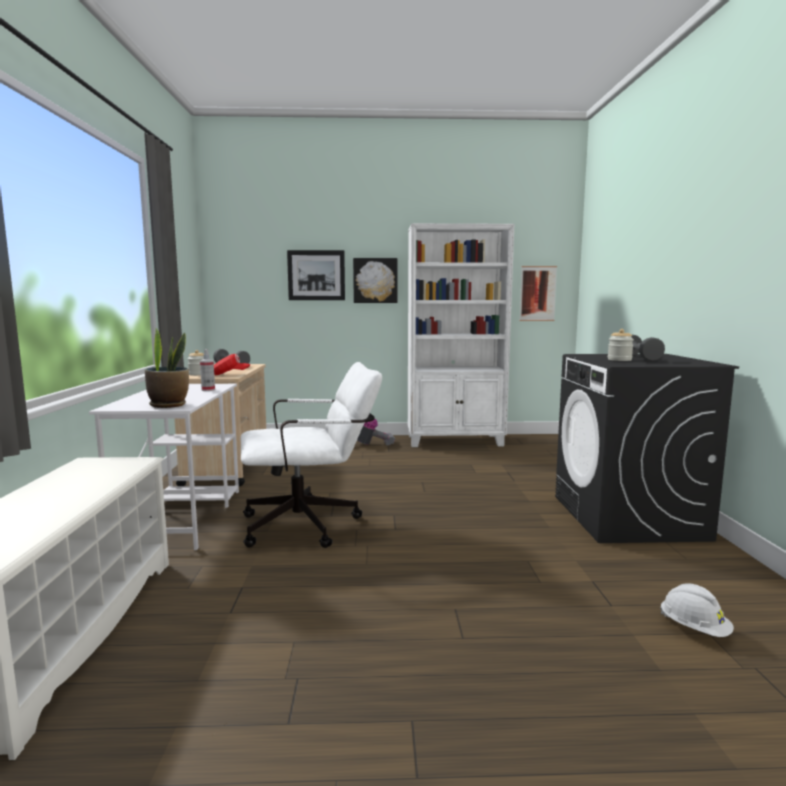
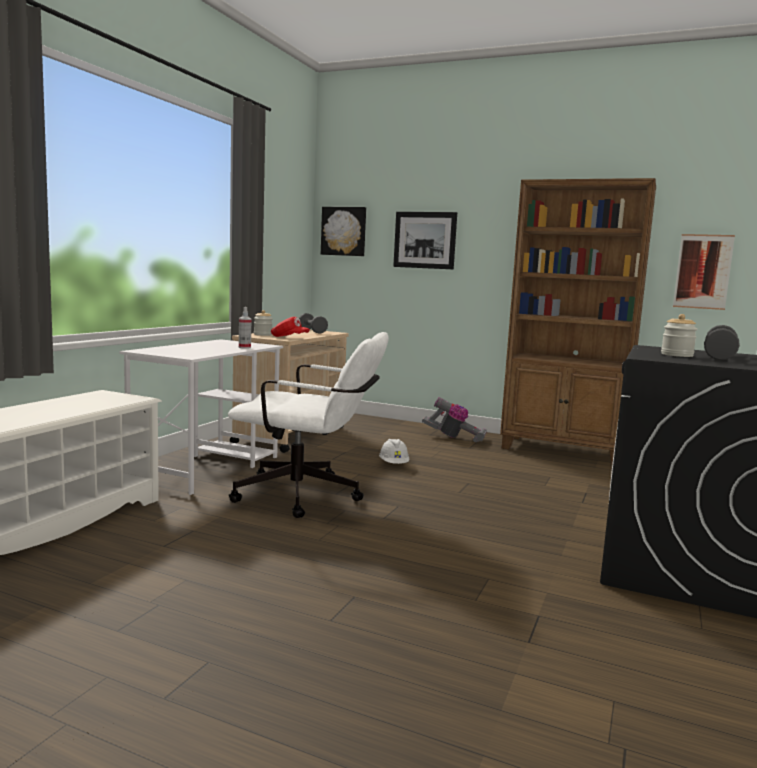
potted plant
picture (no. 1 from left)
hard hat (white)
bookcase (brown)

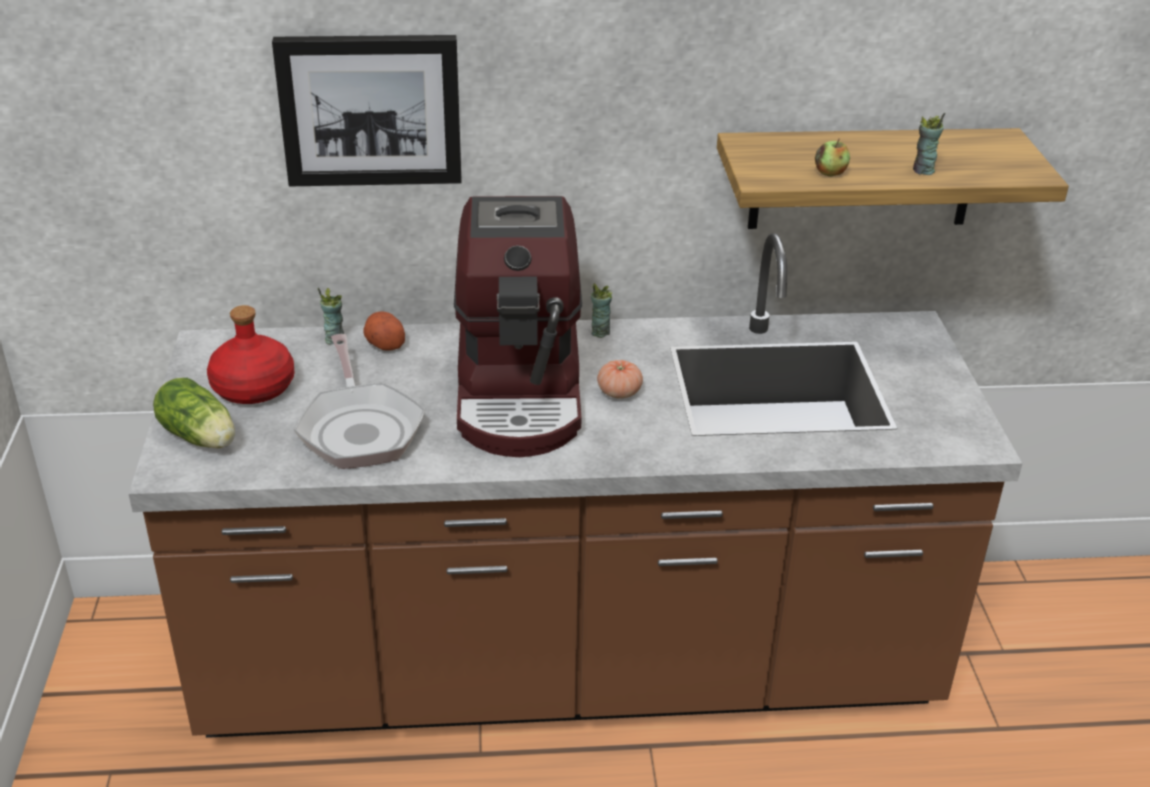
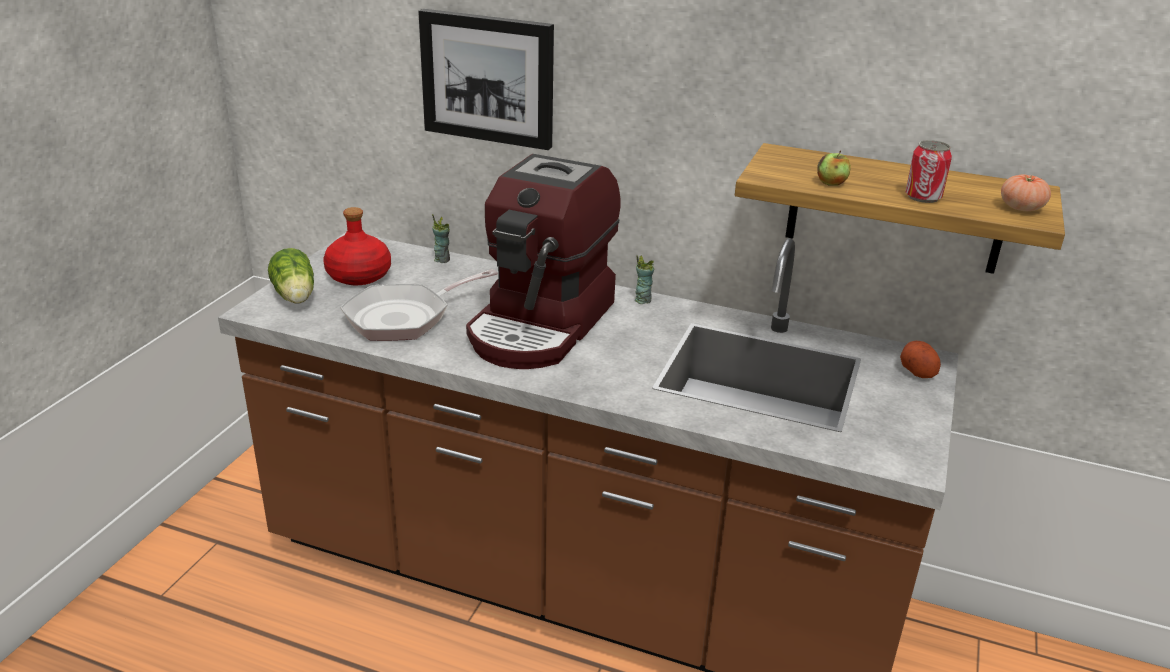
potato
tomato
can
frying pan

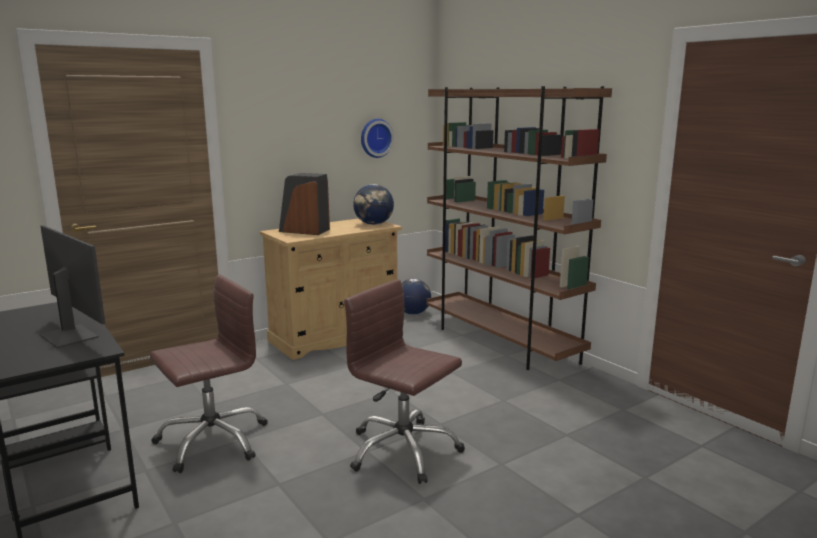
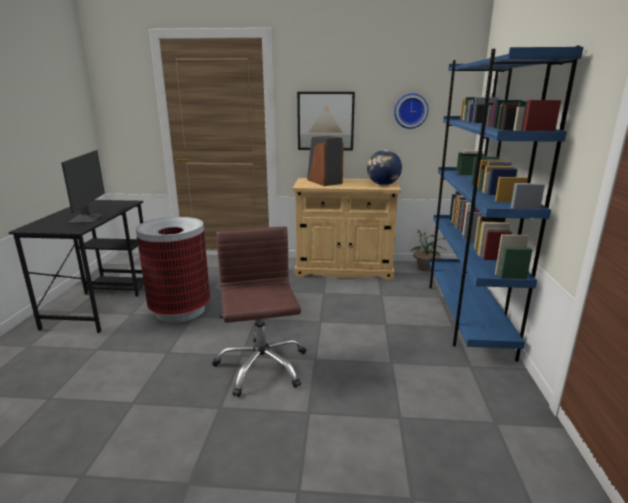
picture
trash can
potted plant
bookcase (blue)

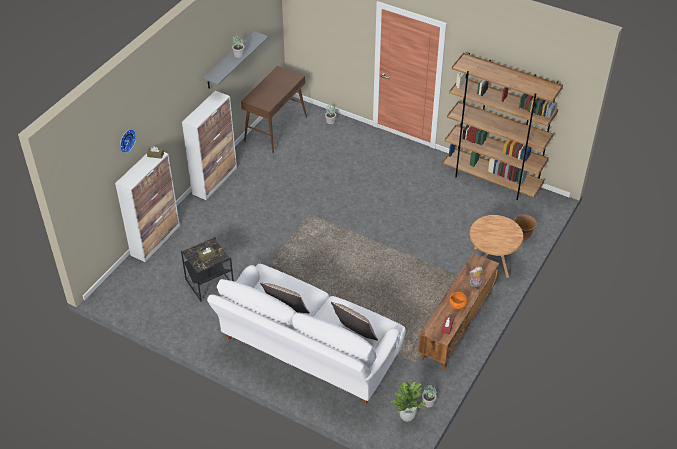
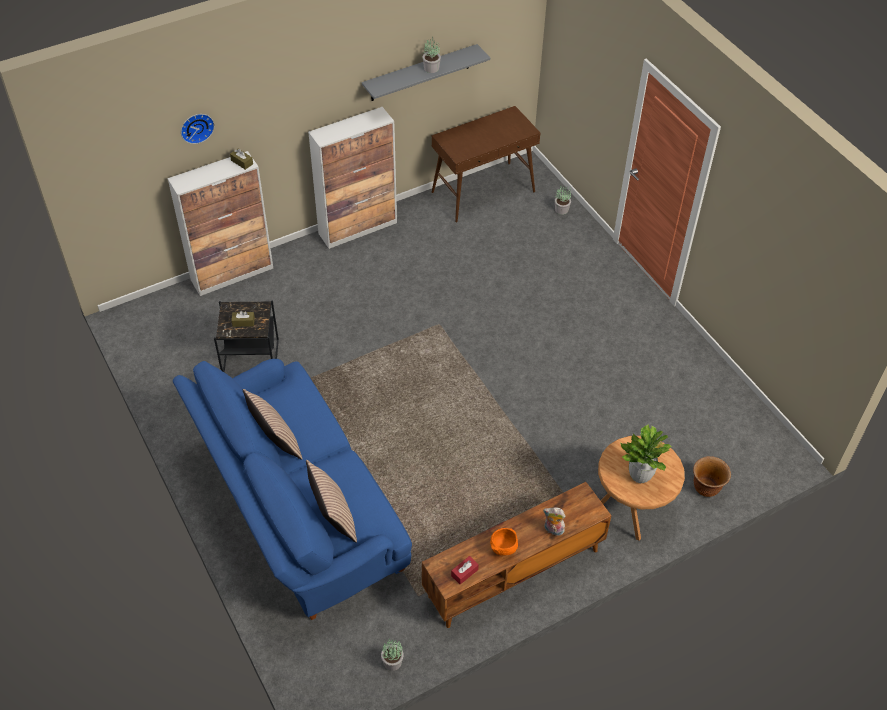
bookcase (brown)
potted plant (no. 4 from left)
sofa (blue)

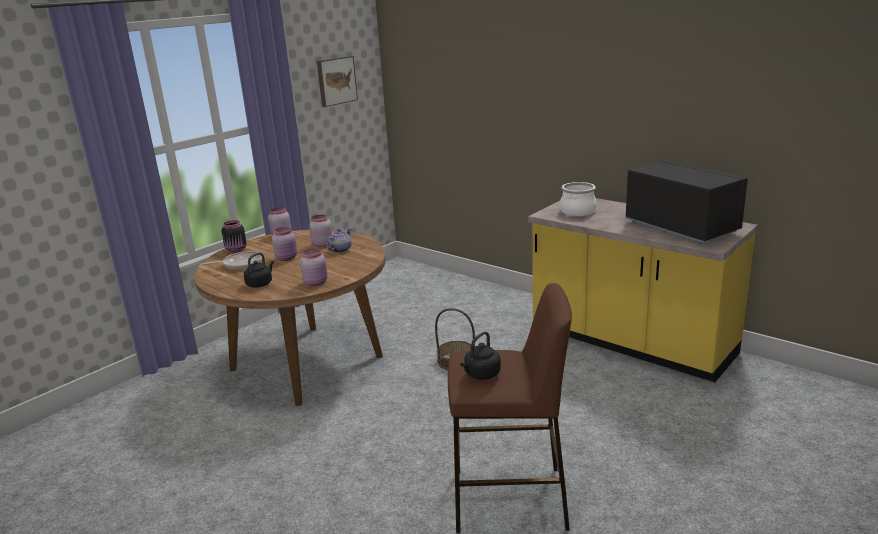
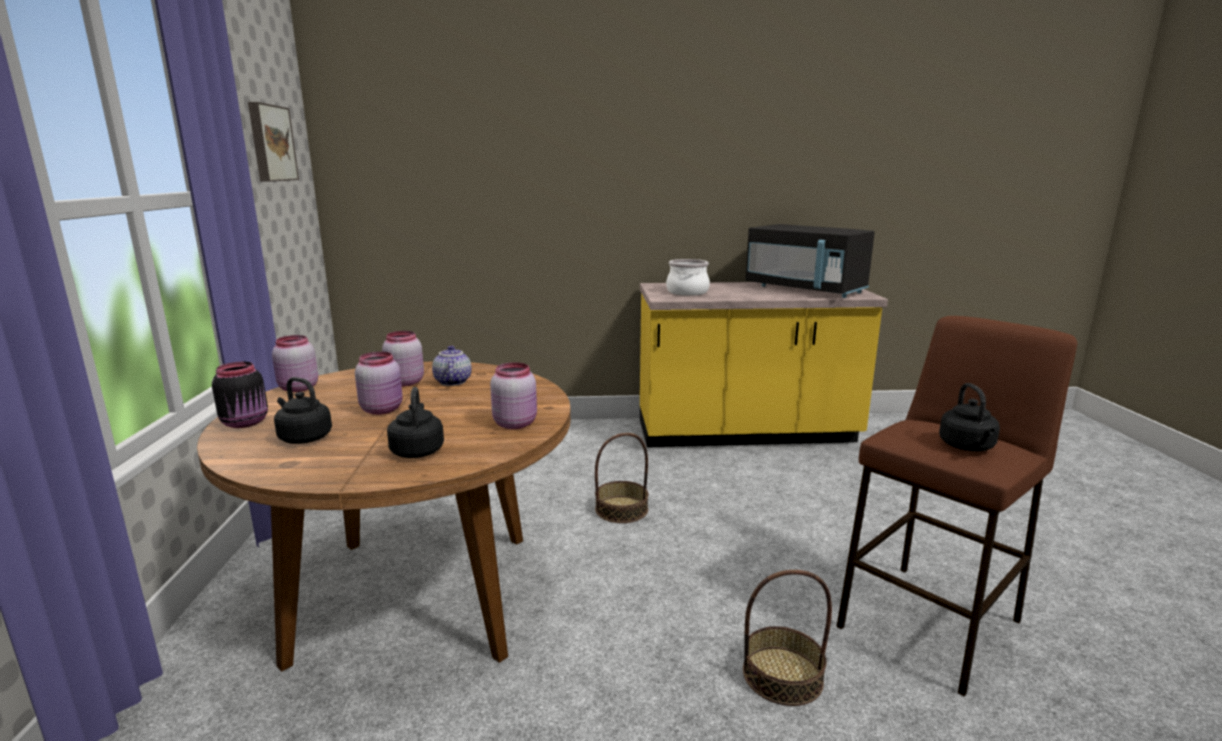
basket (no. 2 from left)
kettle (black) (no. 1 from left)
microwave (black)

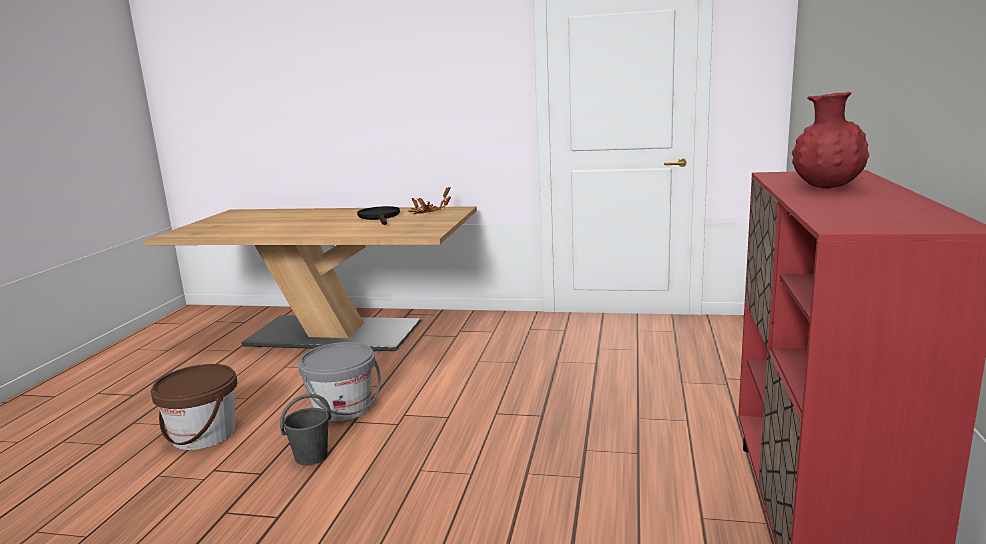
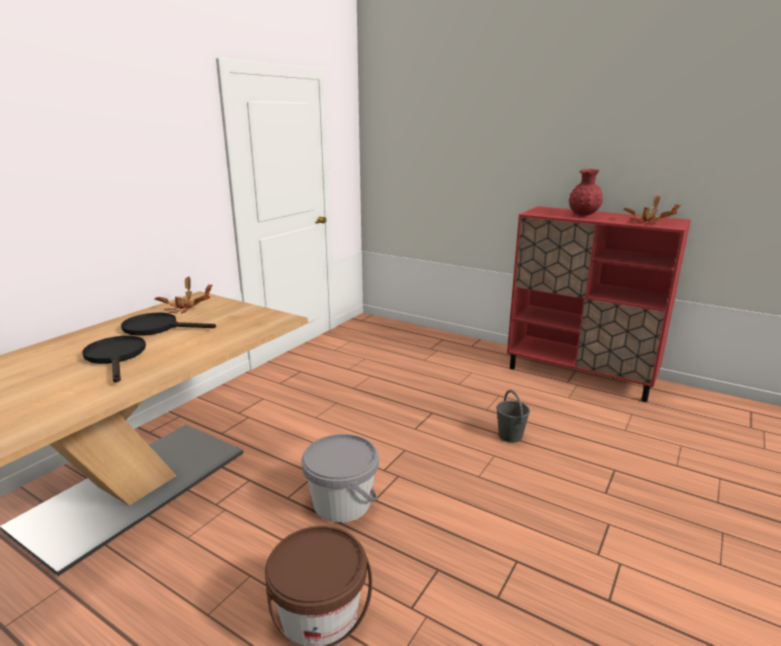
frying pan (black) (no. 1 from left)
potted plant (no. 2 from left)
bucket (grey) (no. 2 from left)

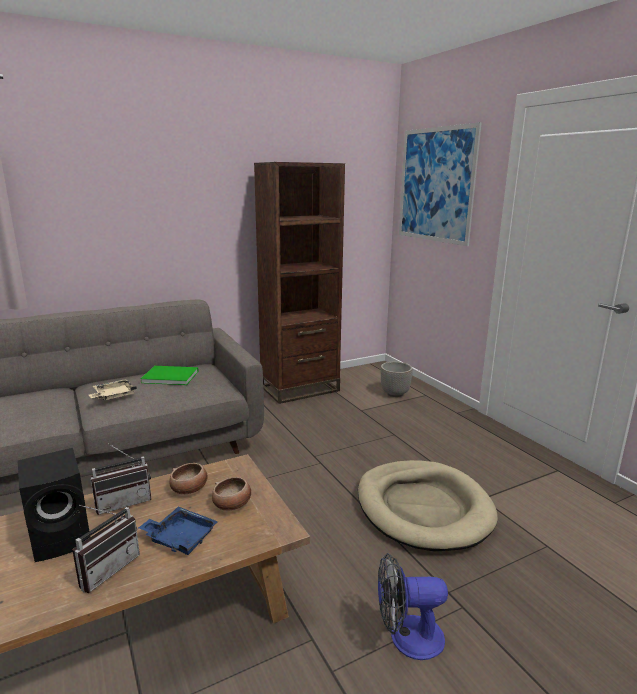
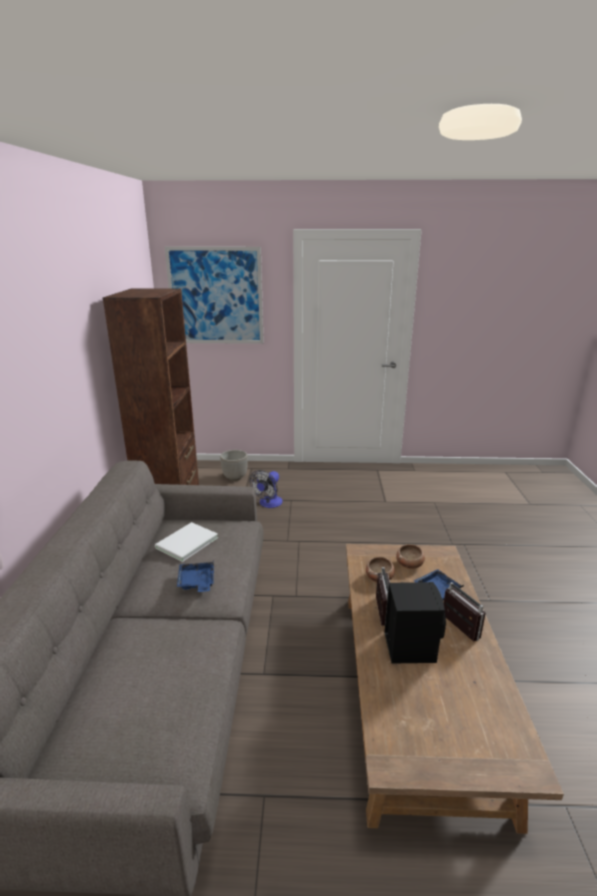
dog bed (beige)
fan
tray (blue) (no. 1 from left)
book (white)

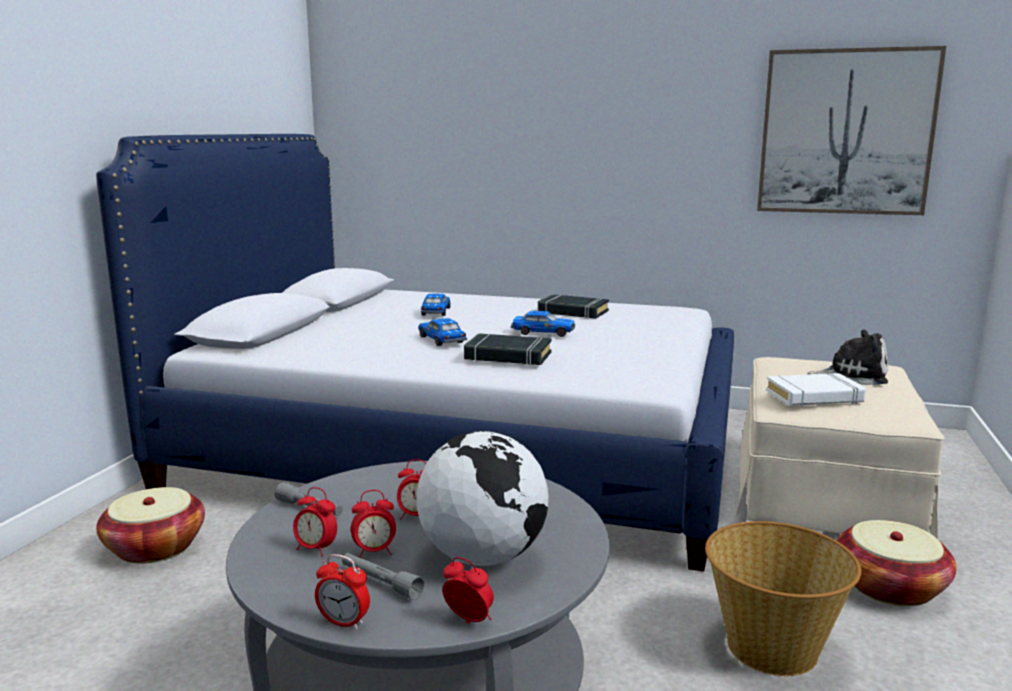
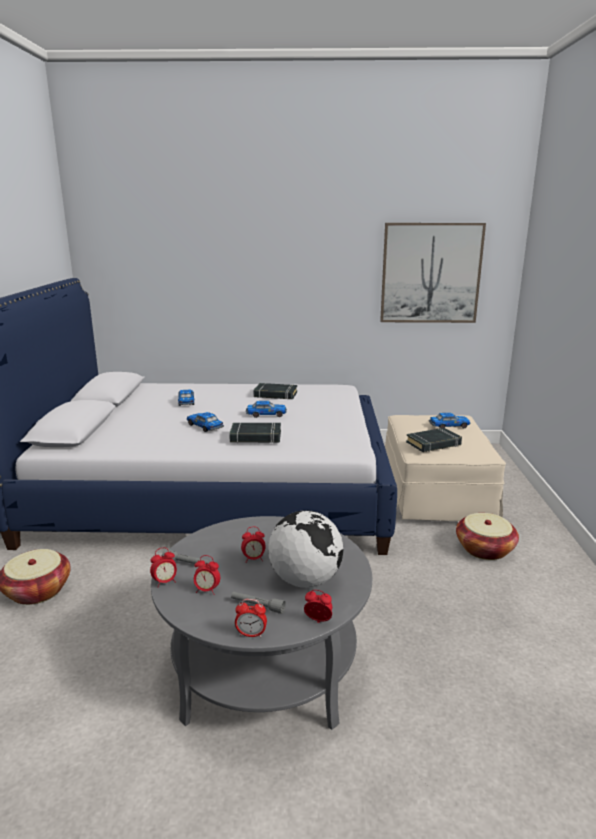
basket (no. 2 from left in the first image)
alarm clock (no. 1 from left)
toy car (no. 4 from left)
book (black) (no. 3 from left)

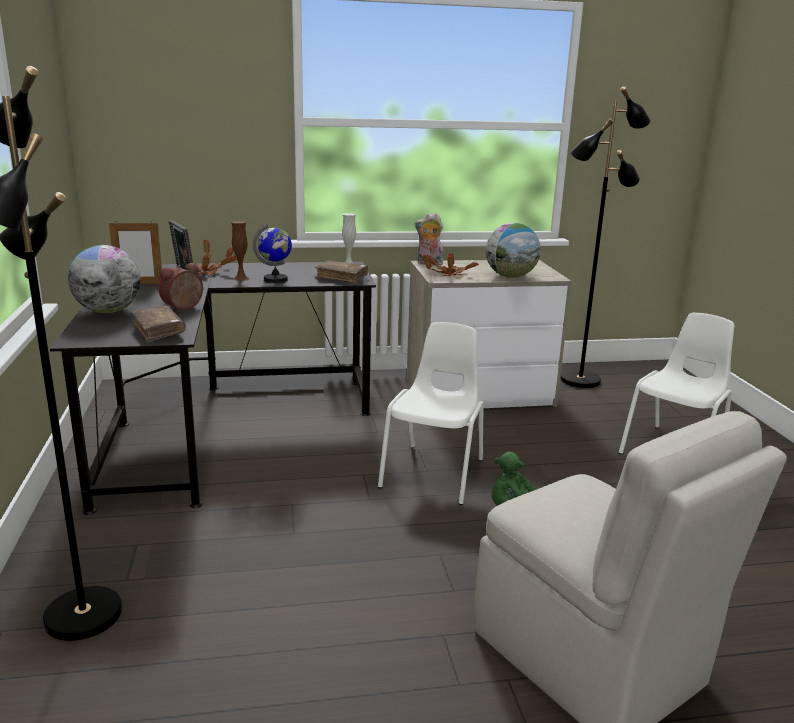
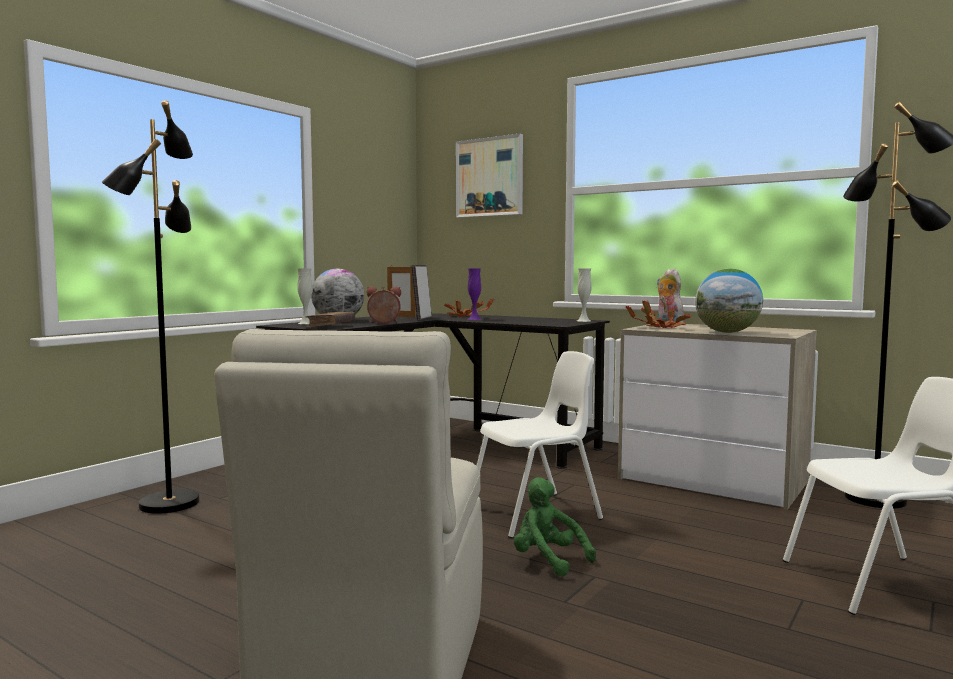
globe (no. 2 from left in the first image)
book (brown) (no. 2 from left in the first image)
vase (white) (no. 1 from left)
picture
vase (purple)

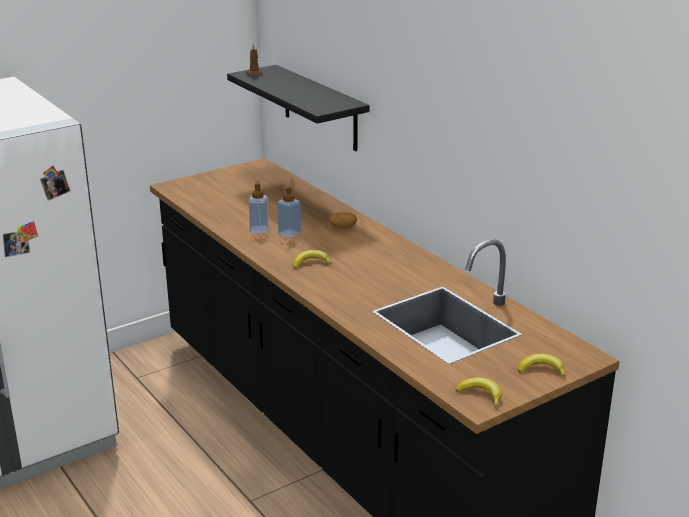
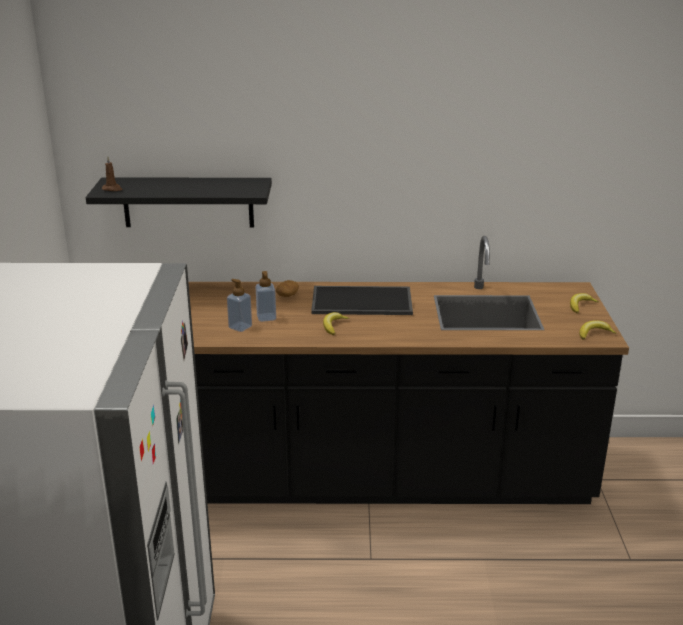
tray

